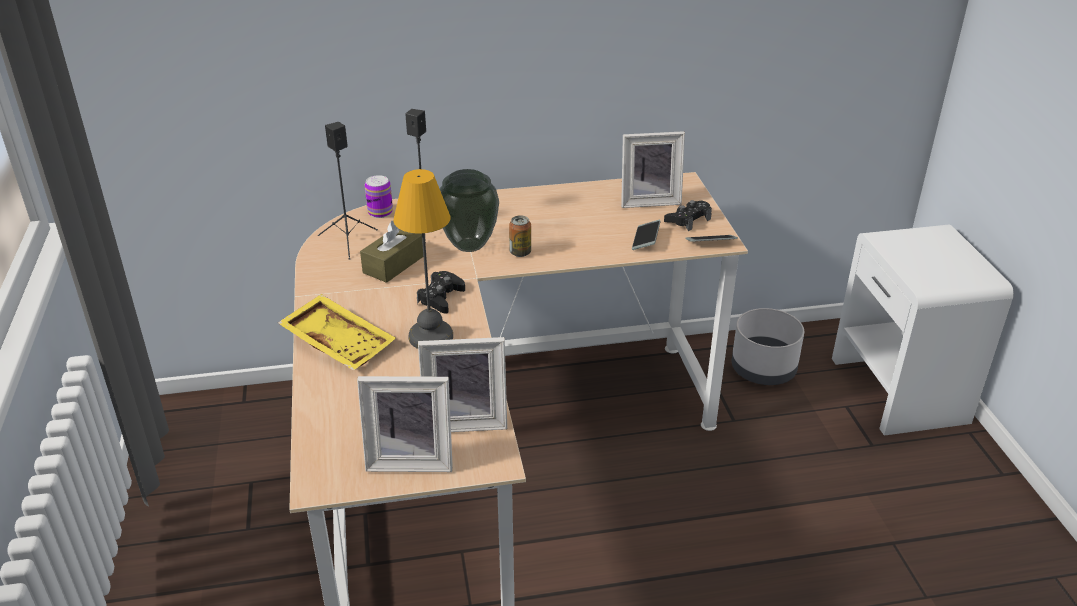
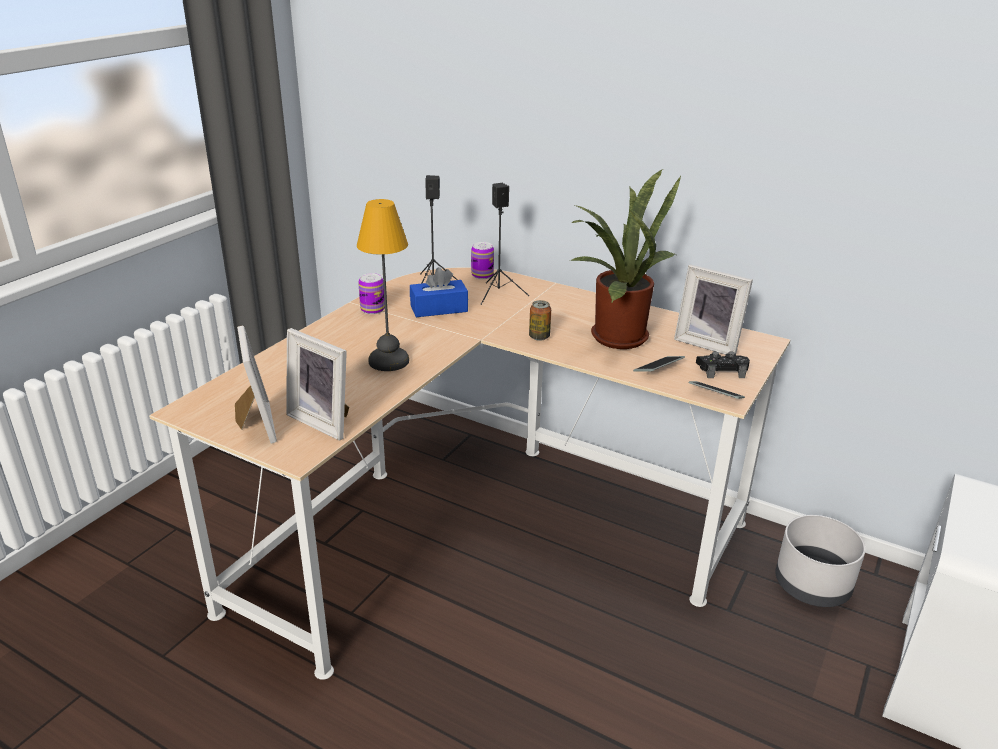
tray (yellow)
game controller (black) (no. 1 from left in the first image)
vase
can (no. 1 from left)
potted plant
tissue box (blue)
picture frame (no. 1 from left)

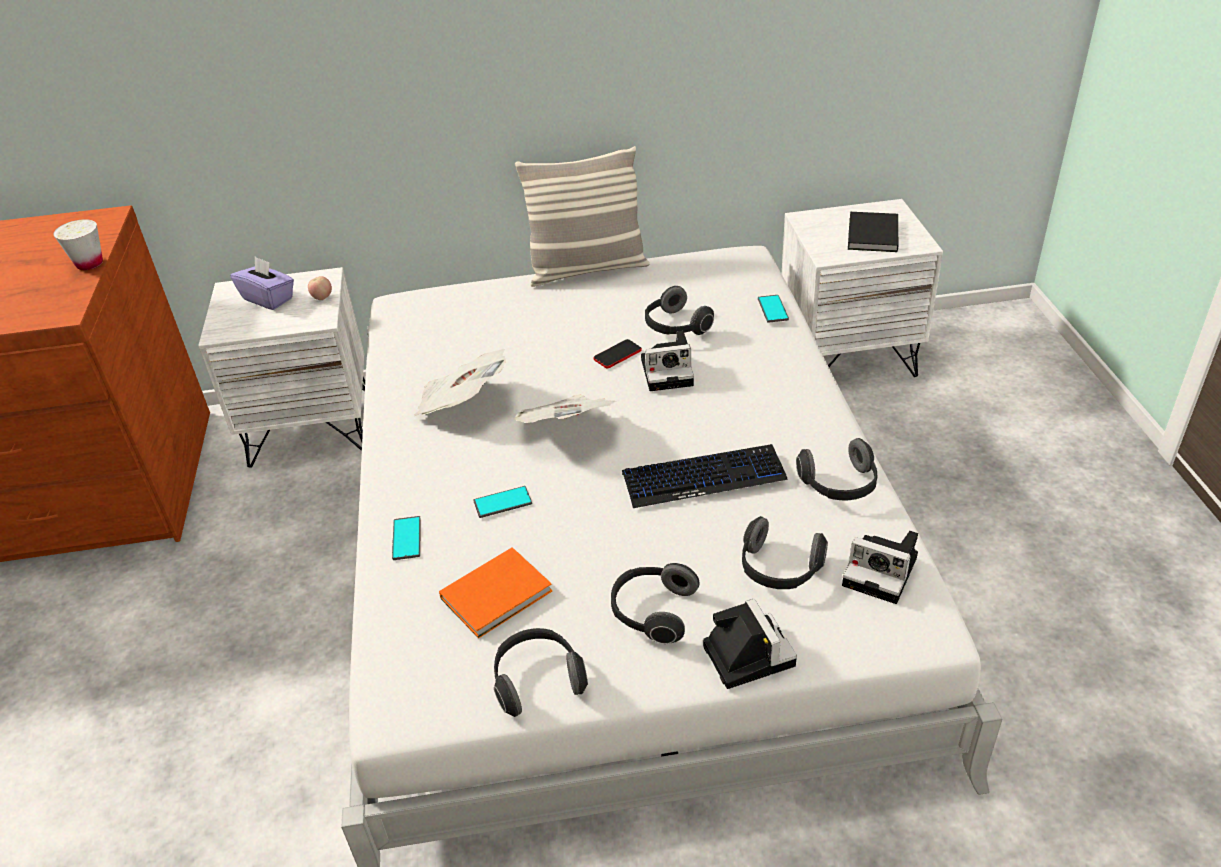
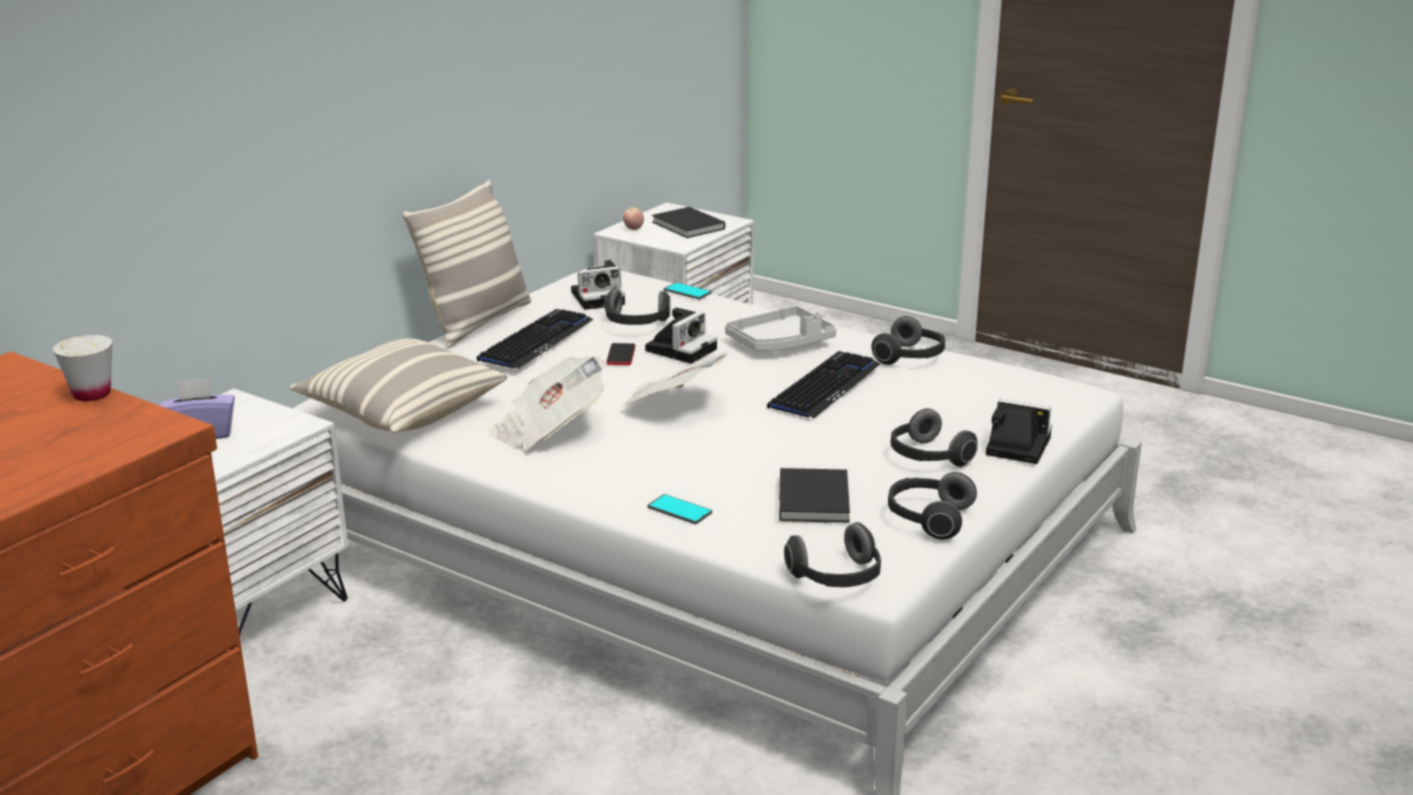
phone (no. 2 from left in the first image)
pillow (no. 1 from left)
keyboard (no. 1 from left)
tray (grey)
apple
headphones (no. 2 from left)
photo camera (no. 1 from left)
book (black) (no. 2 from left)

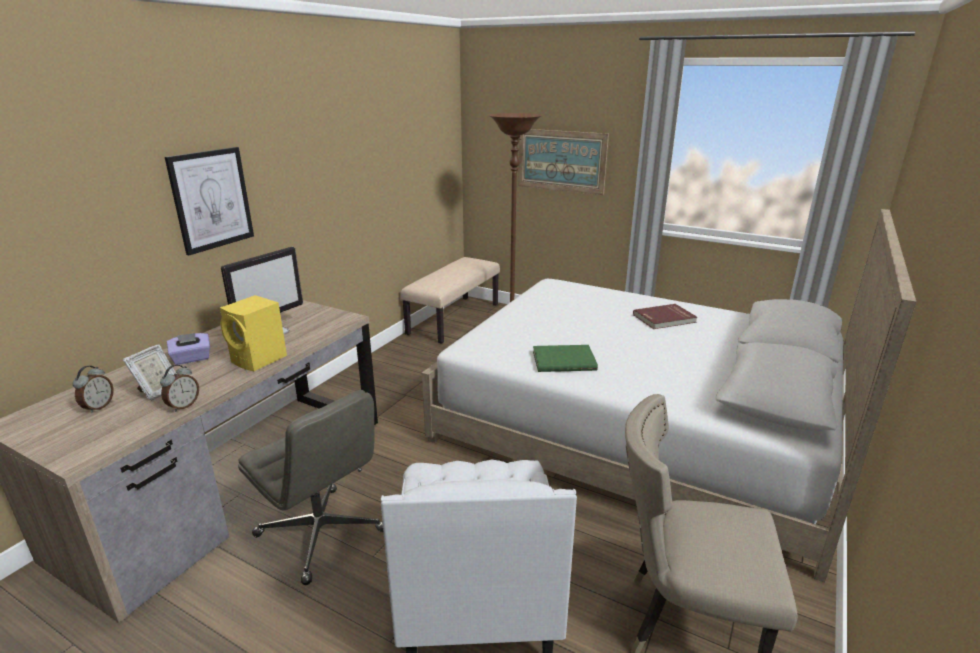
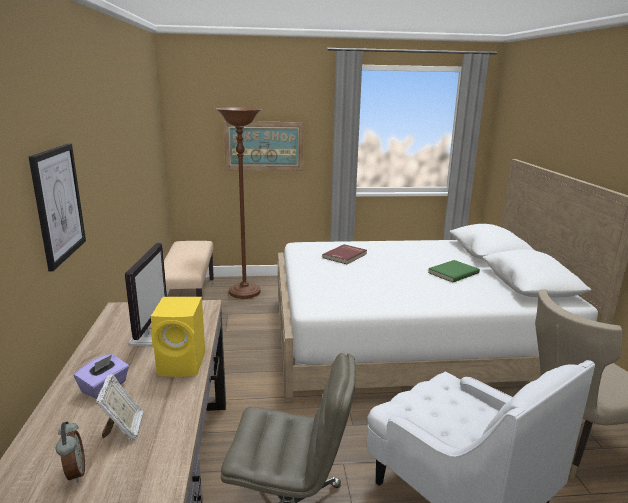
alarm clock (no. 2 from left in the first image)
book (green)
book (red)

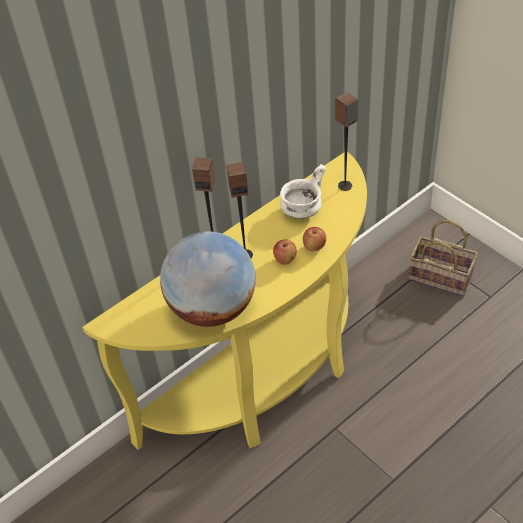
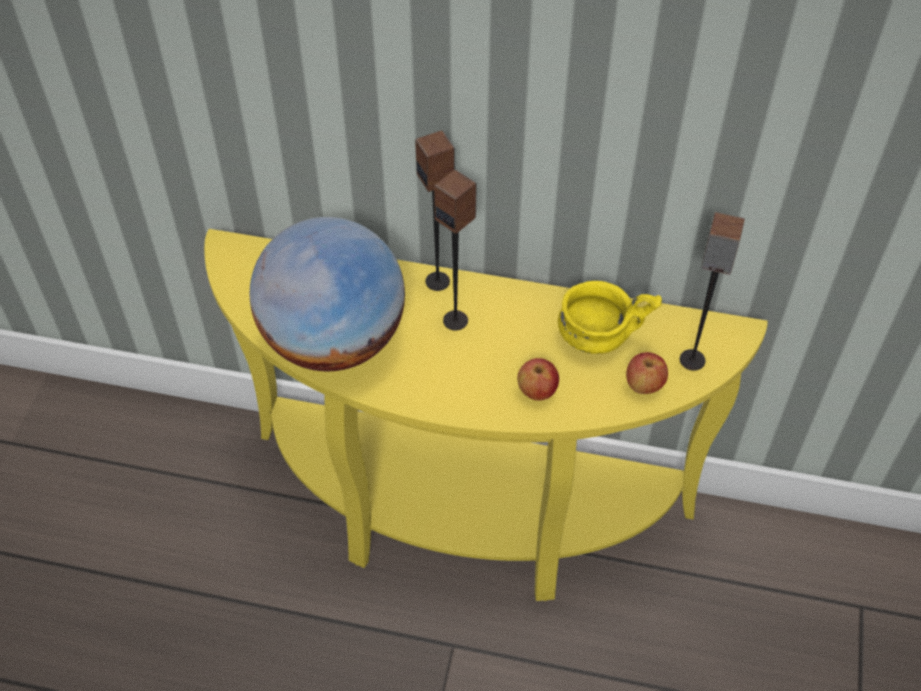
basket
apple (no. 2 from left)
bowl (yellow)

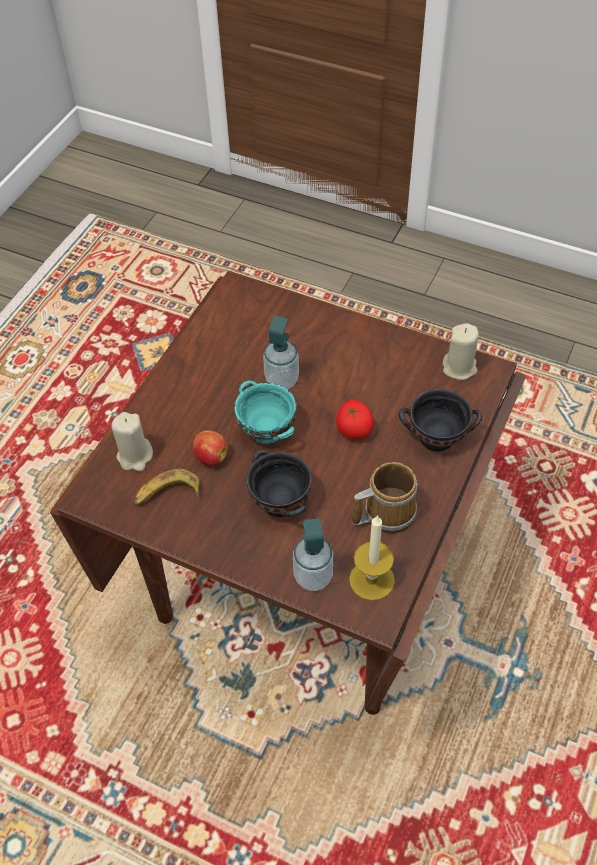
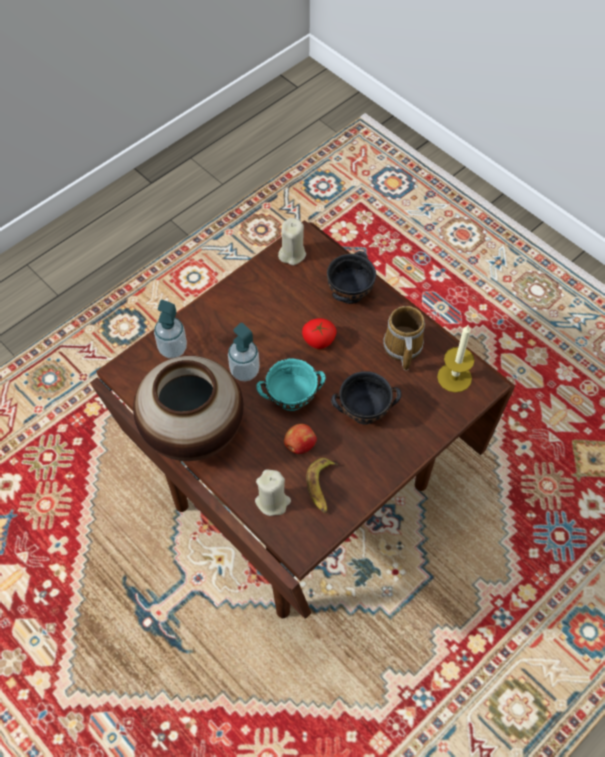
vase
soap dispenser (no. 1 from left)

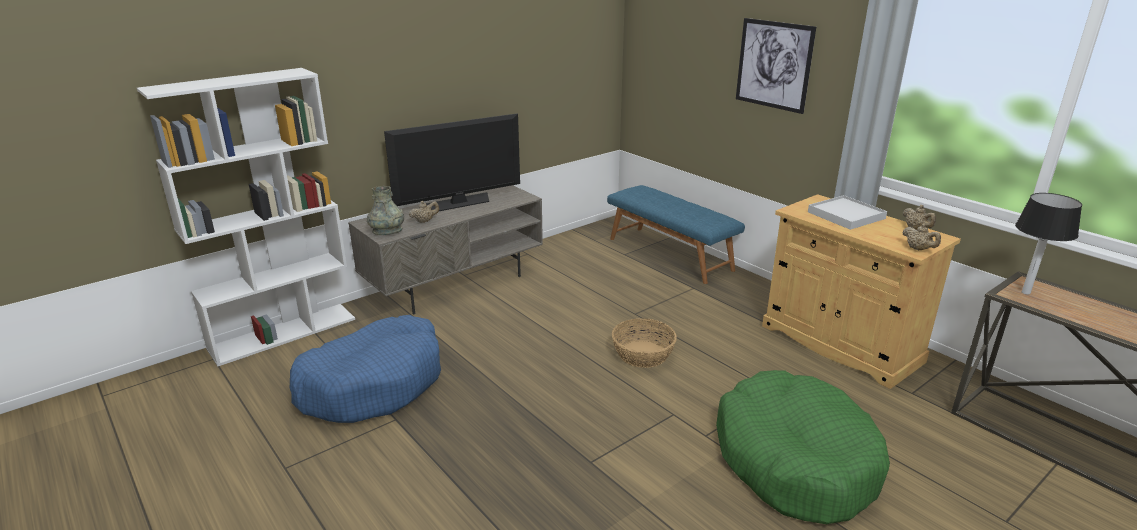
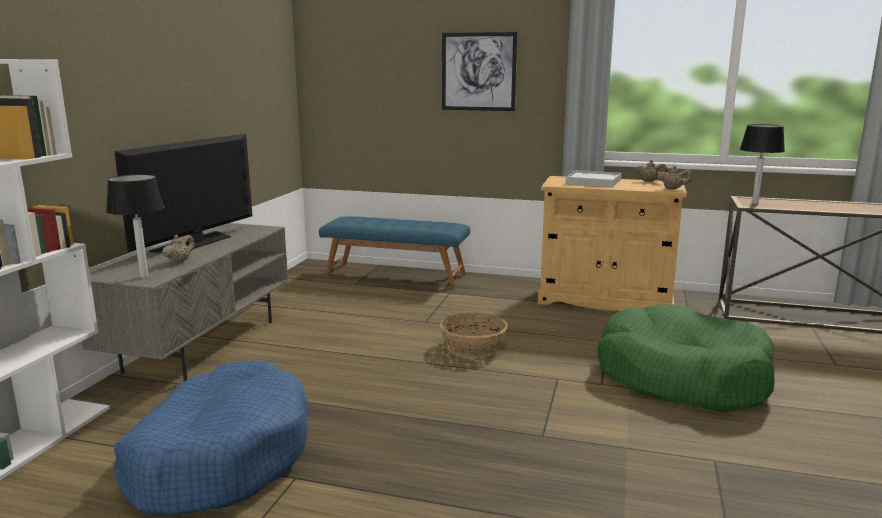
table lamp (no. 1 from left)

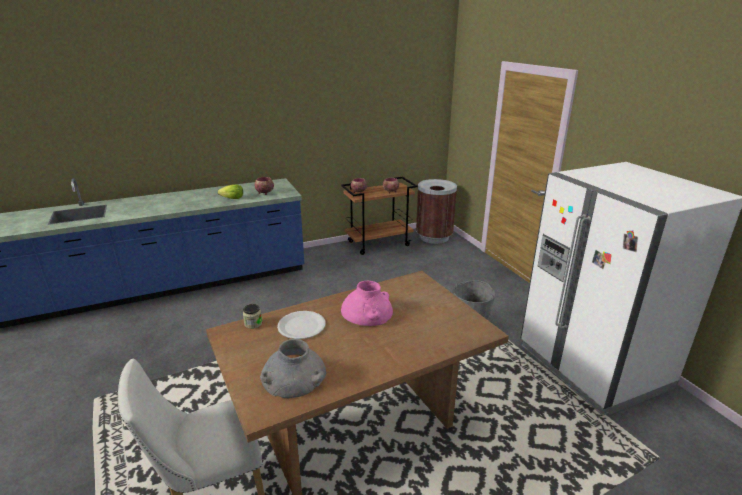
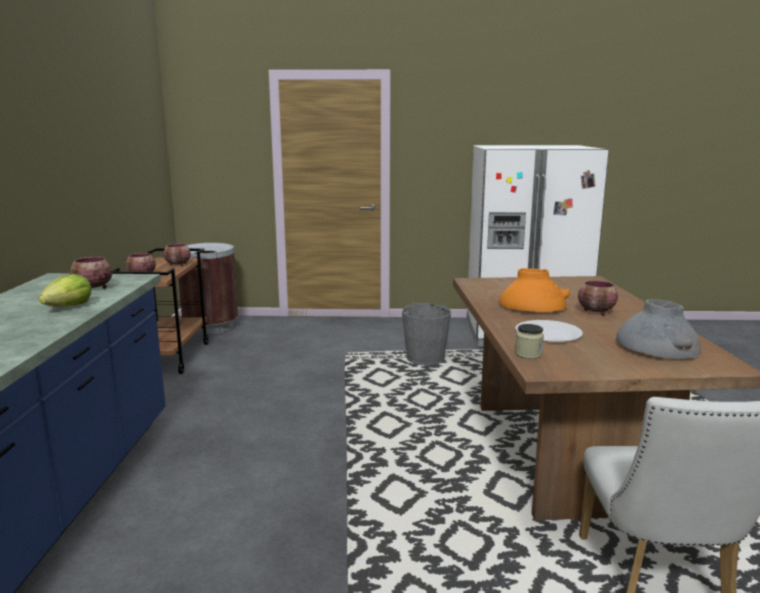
bowl (no. 4 from left)
vase (orange)

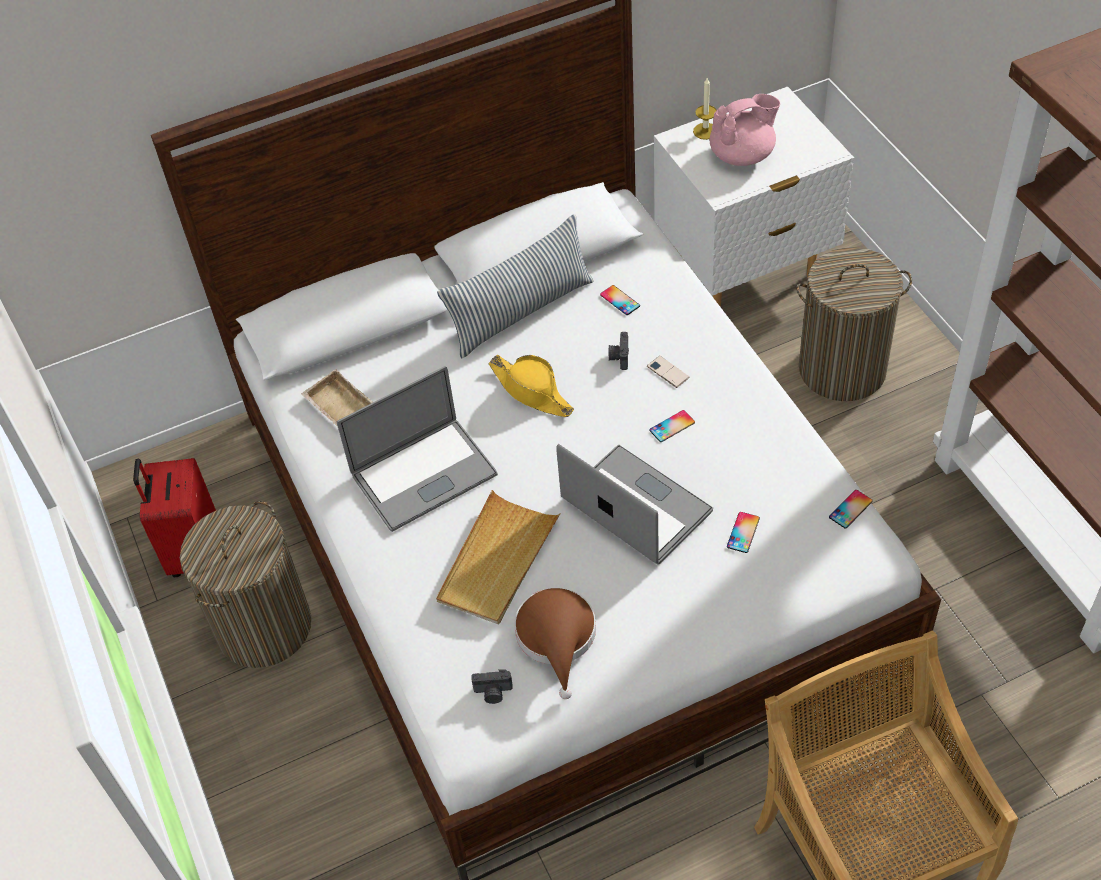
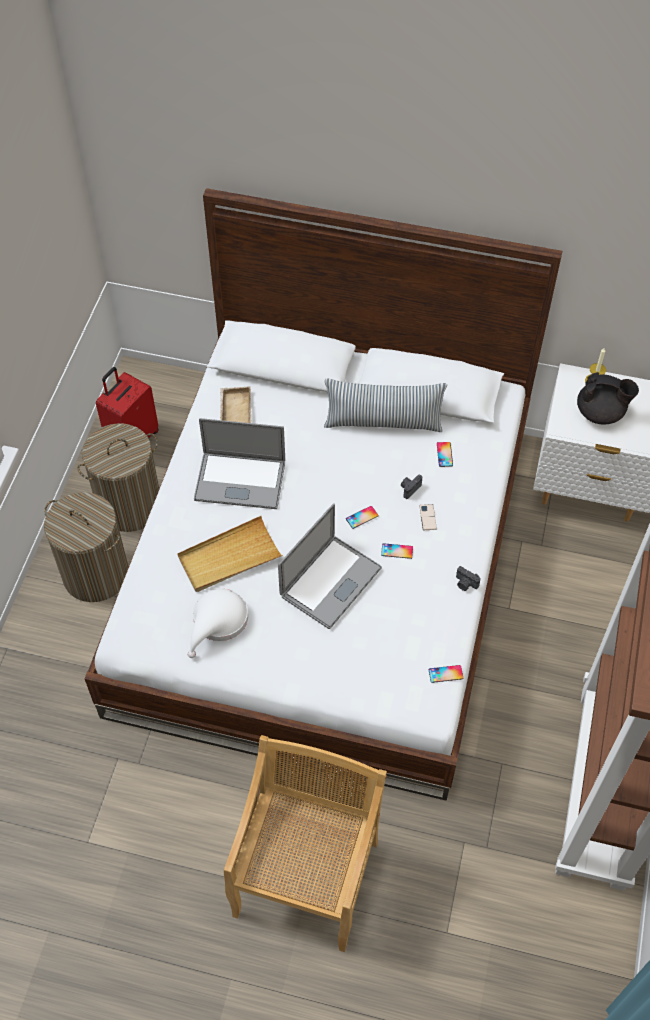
hat (yellow)
photo camera (no. 2 from left)
phone (no. 1 from left)
laundry basket (no. 1 from left)
hat (white)
teapot (black)
laptop (no. 2 from left)

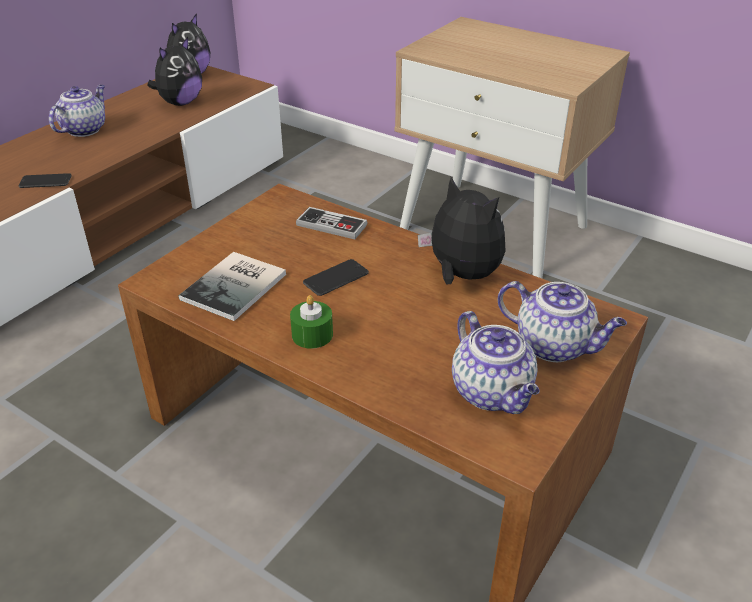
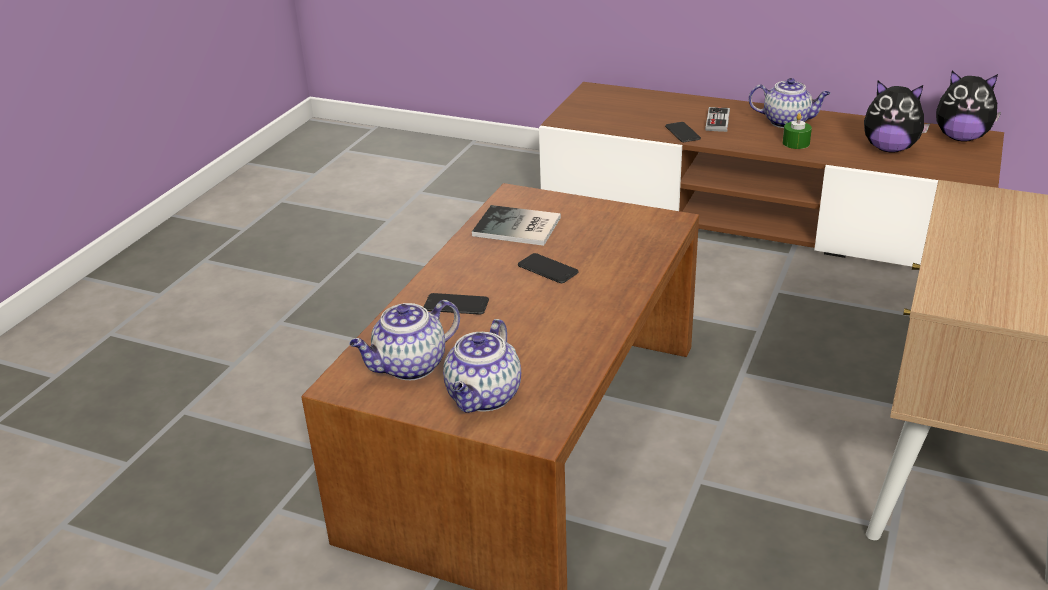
plush toy (no. 3 from left in the first image)
phone (no. 1 from left)
candle (green)
game controller

